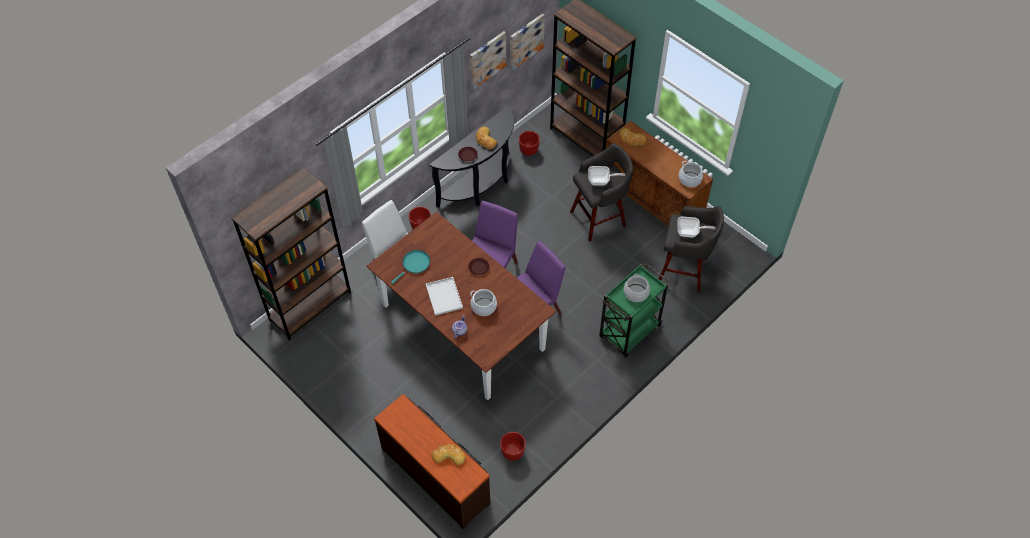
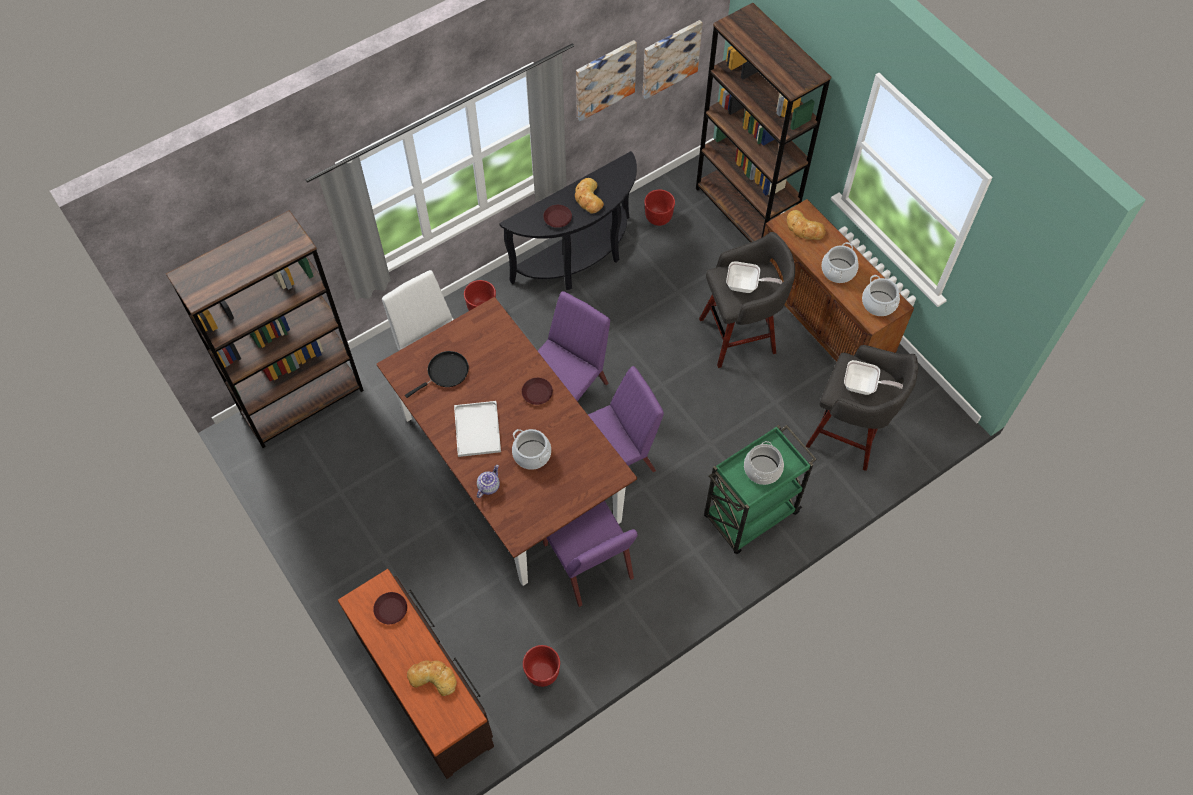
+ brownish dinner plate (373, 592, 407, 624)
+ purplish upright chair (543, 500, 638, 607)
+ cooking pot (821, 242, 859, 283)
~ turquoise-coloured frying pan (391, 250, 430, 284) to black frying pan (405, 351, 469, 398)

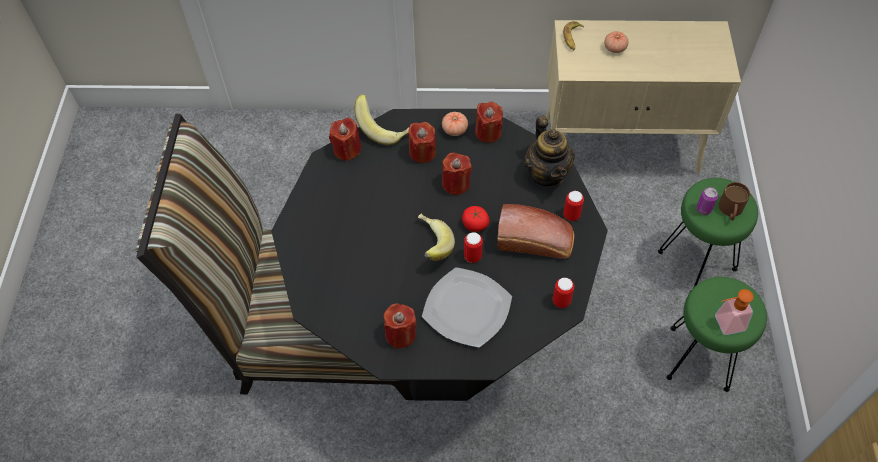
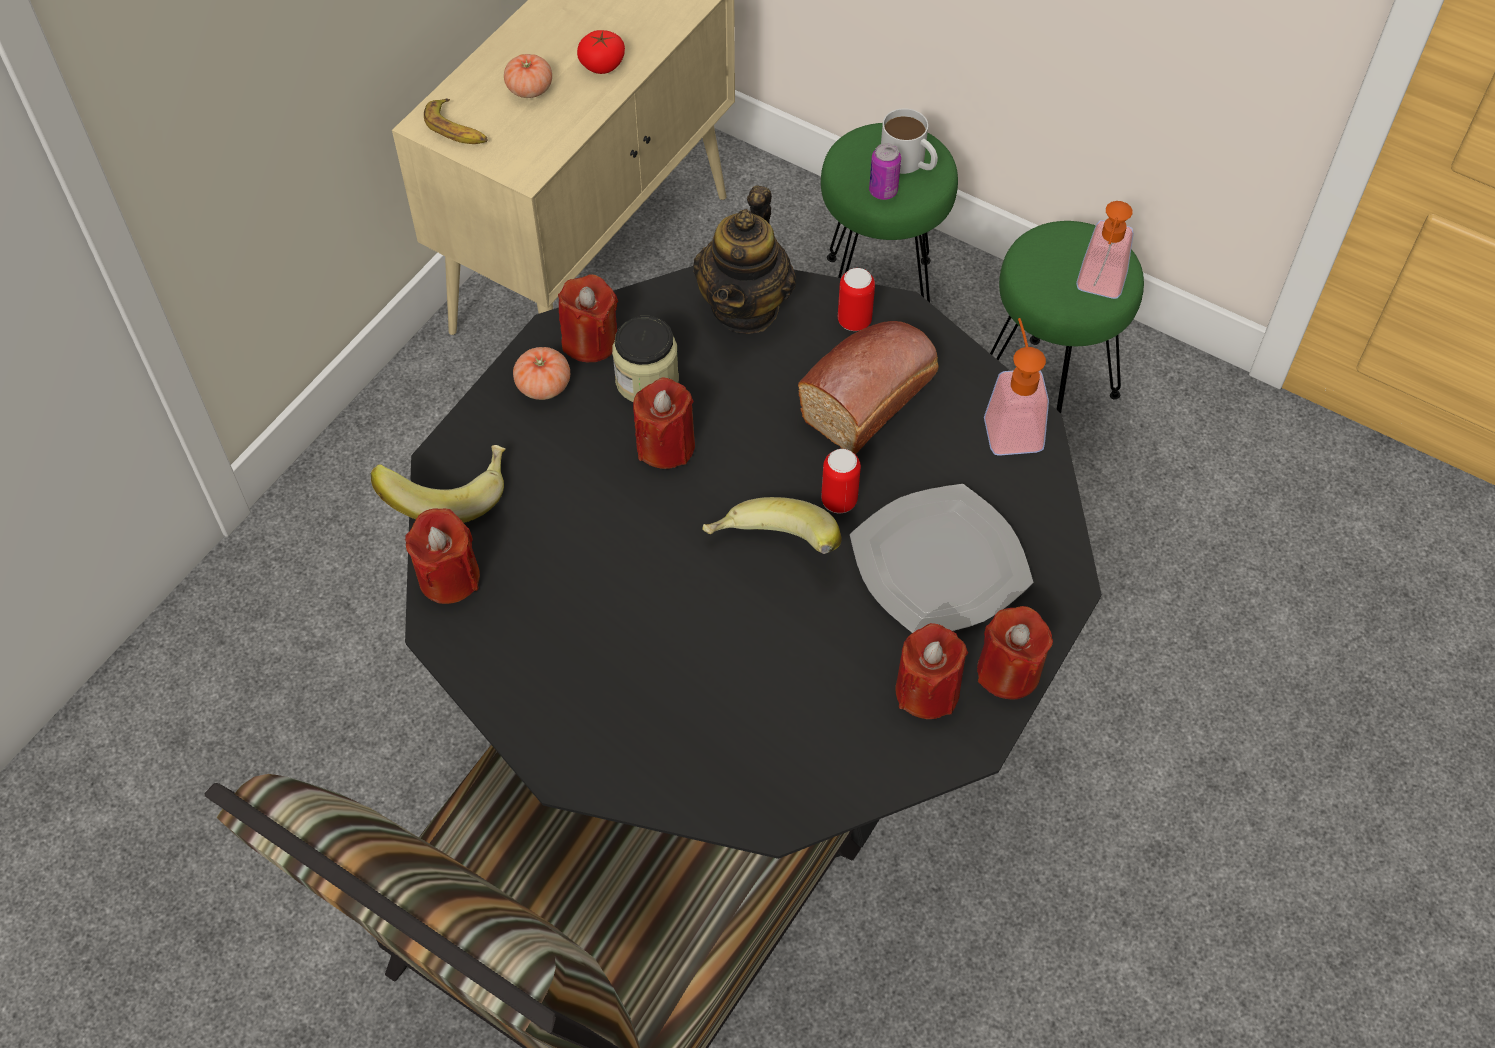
+ preserve jar (612, 316, 679, 402)
~ red wax light (408, 122, 436, 163) to (977, 606, 1053, 700)
~ whole tomato (462, 206, 489, 232) to (577, 30, 625, 74)
~ can (553, 278, 574, 308) to liquid soap bottle (984, 318, 1049, 456)
~ brownish mug (719, 182, 750, 220) to white-coloured mug (881, 108, 938, 174)
~ pot for tea (524, 116, 575, 187) = (693, 185, 796, 334) 90 degrees clockwise

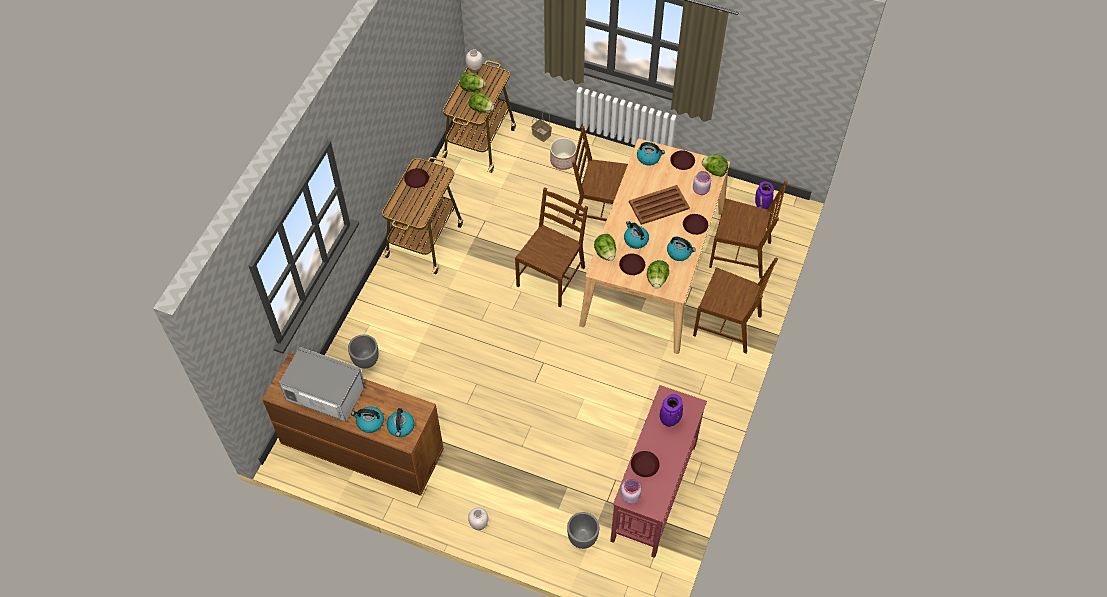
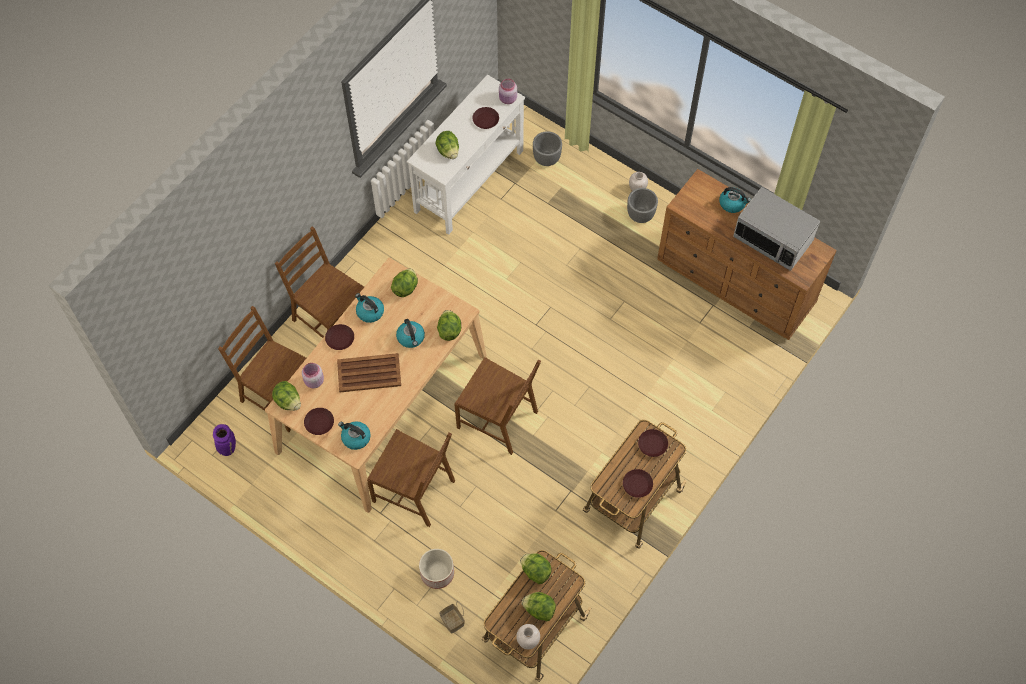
- tea kettle (387, 408, 415, 437)
~ greyish planter (348, 334, 379, 369) to (627, 188, 658, 223)
~ brownish dinner plate (619, 254, 645, 275) to (638, 429, 668, 457)
~ purplish decorative vase (660, 394, 683, 427) to lettuce head (435, 131, 459, 159)
~ red hall table (610, 385, 707, 558) to white-coloured hall table (407, 75, 525, 235)
~ brownish upright chair (515, 187, 588, 307) = (454, 357, 541, 455) 105 degrees counterclockwise

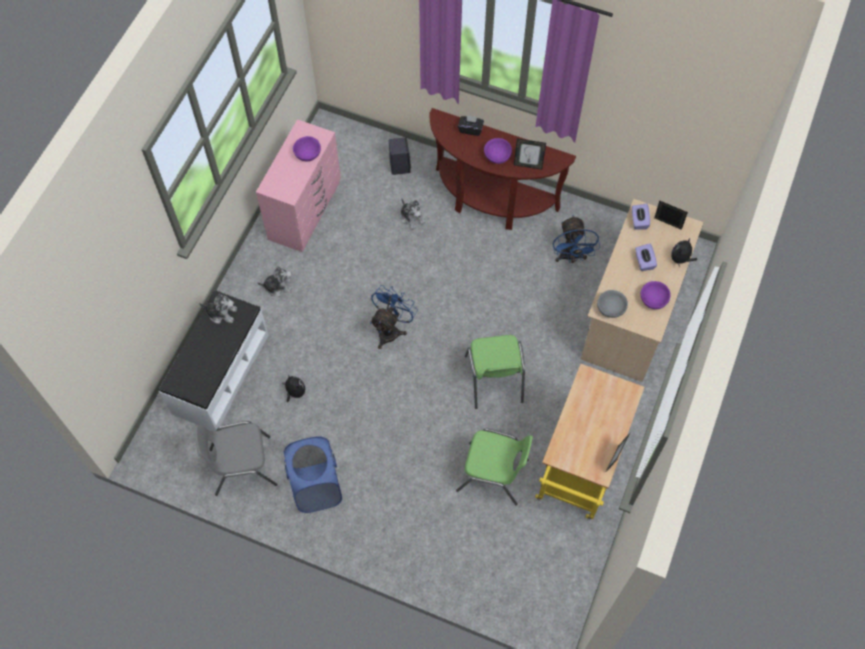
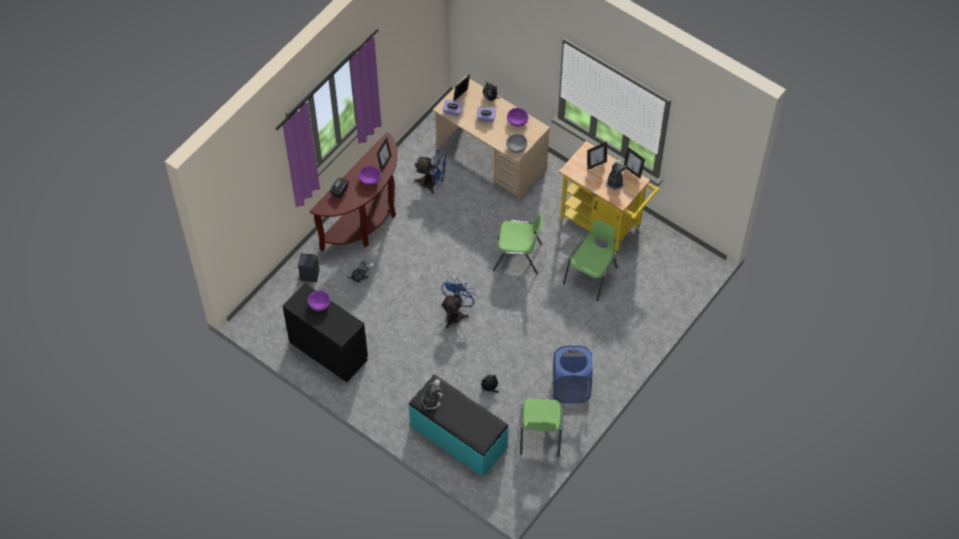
+ photo frame (587, 142, 607, 170)
~ plush toy (257, 266, 292, 297) to (606, 159, 627, 190)
~ white-coloured long seat (159, 290, 269, 431) to turquoise-coloured long seat (409, 374, 509, 477)
~ greyish upright chair (194, 421, 278, 496) to green-coloured upright chair (520, 399, 564, 457)
~ pink dresser (256, 119, 341, 252) to black dresser (283, 283, 368, 382)
~ blue electric fan (370, 285, 418, 349) = (441, 277, 477, 329) 75 degrees clockwise

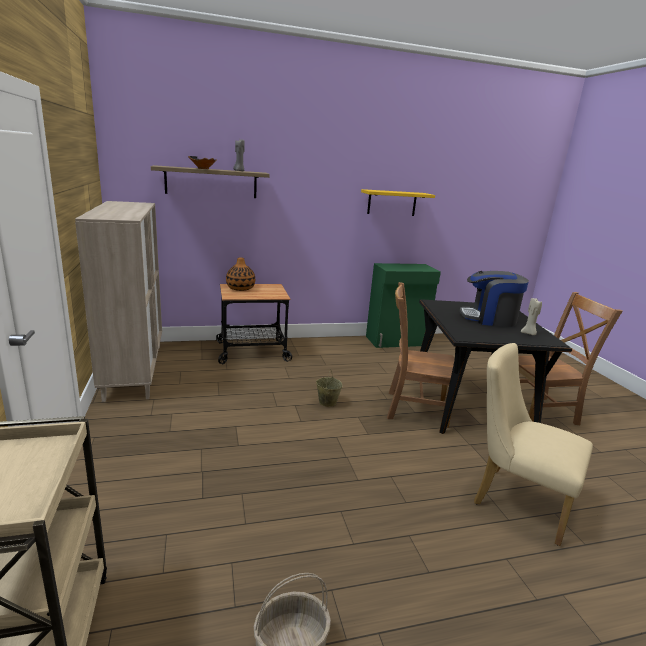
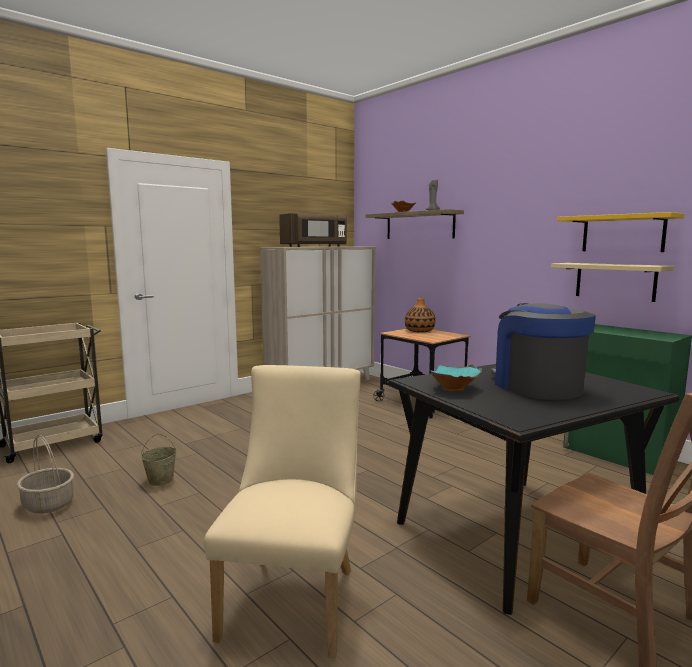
- brownish upright chair (387, 282, 454, 428)
- beige wax light (521, 298, 542, 335)
+ brownish microwave oven (279, 213, 347, 247)
+ turquoise-coloured serving bowl (431, 364, 482, 392)
+ beige wall shelf (551, 263, 675, 302)
~ beige pail (316, 369, 343, 407) to (141, 434, 177, 486)

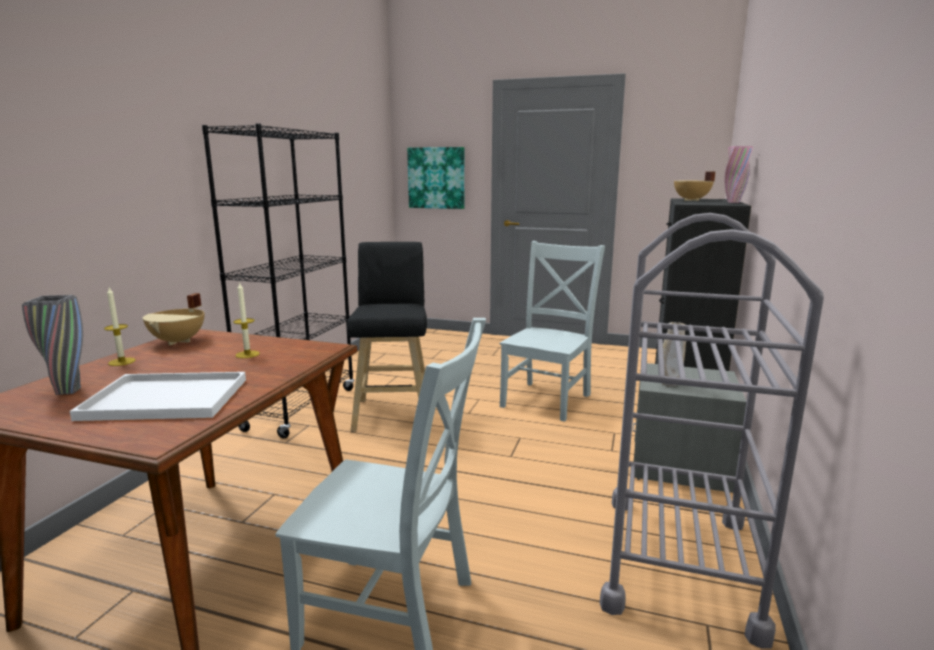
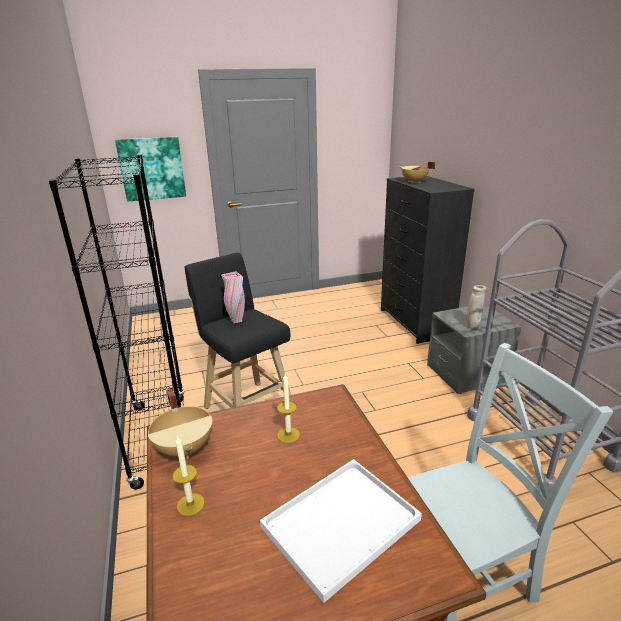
- greyish decorative vase (22, 295, 83, 395)
- greyish upright chair (500, 241, 605, 422)
~ pink decorative vase (725, 146, 753, 203) to (221, 271, 245, 324)

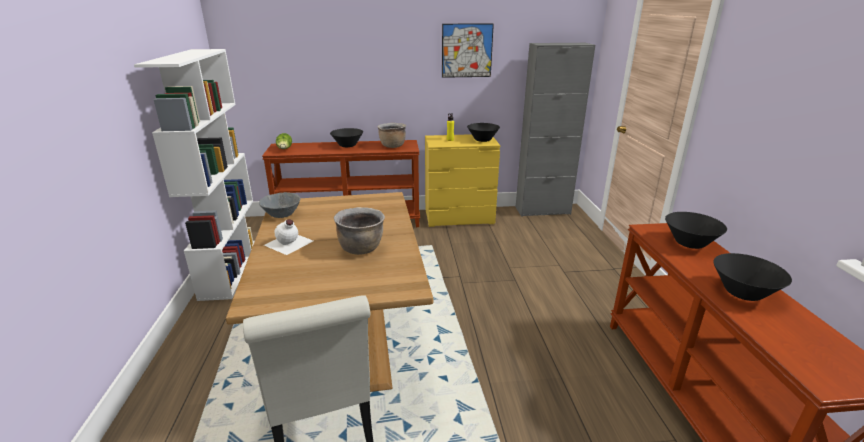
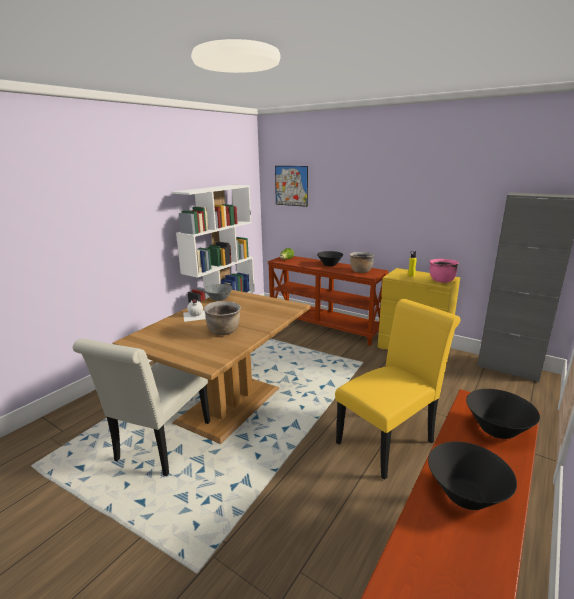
+ yellow upright chair (335, 299, 460, 480)
~ wall art (442, 23, 494, 78) to (275, 166, 308, 207)
~ black serving bowl (467, 123, 500, 142) to pink cooking pot (429, 259, 459, 283)

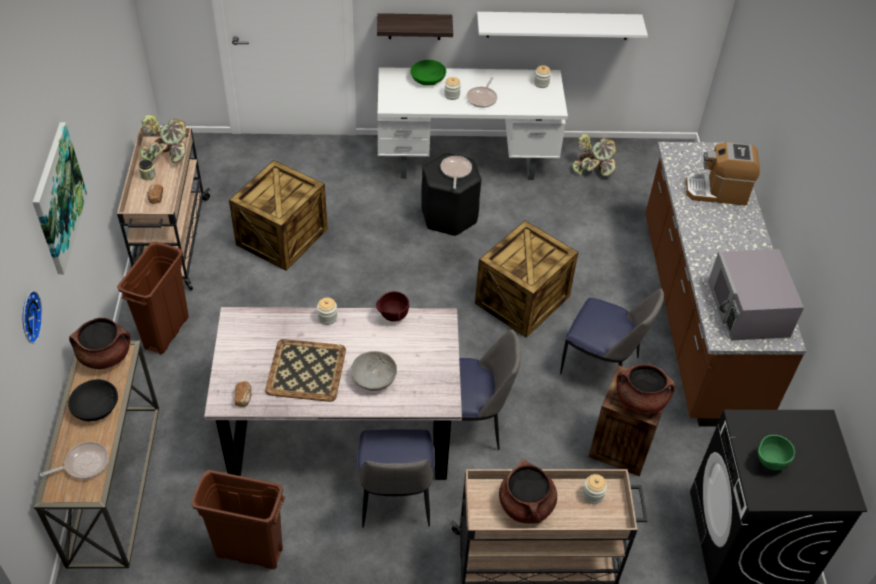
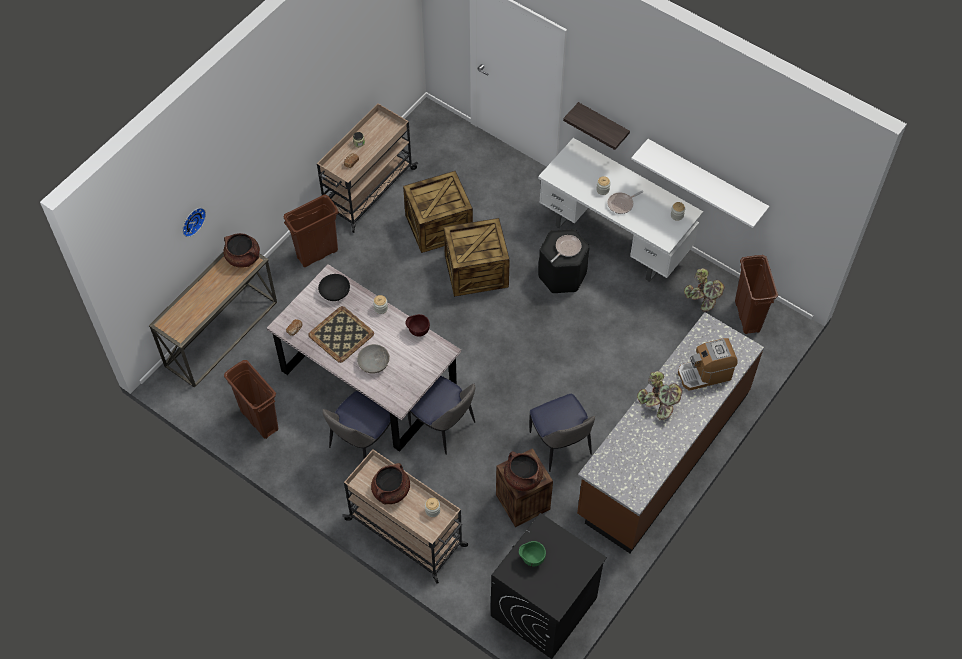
- wall art (33, 122, 87, 274)
- frying pan (40, 442, 109, 479)
- green-coloured serving bowl (410, 60, 446, 85)
- greyish microwave oven (708, 249, 804, 341)
+ brownish rubbish bin (735, 255, 778, 334)
~ black serving bowl (68, 379, 118, 421) to (318, 274, 350, 301)
~ houseplant (140, 115, 187, 163) to (637, 371, 682, 420)
~ packing crate (475, 220, 578, 338) to (444, 218, 510, 297)
~ coffee machine (686, 142, 760, 206) = (678, 338, 738, 391) 60 degrees counterclockwise

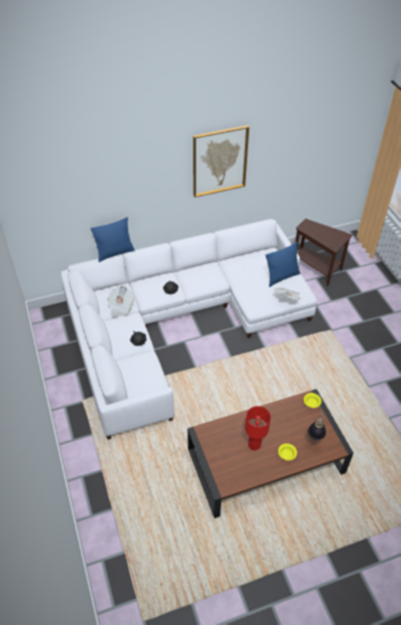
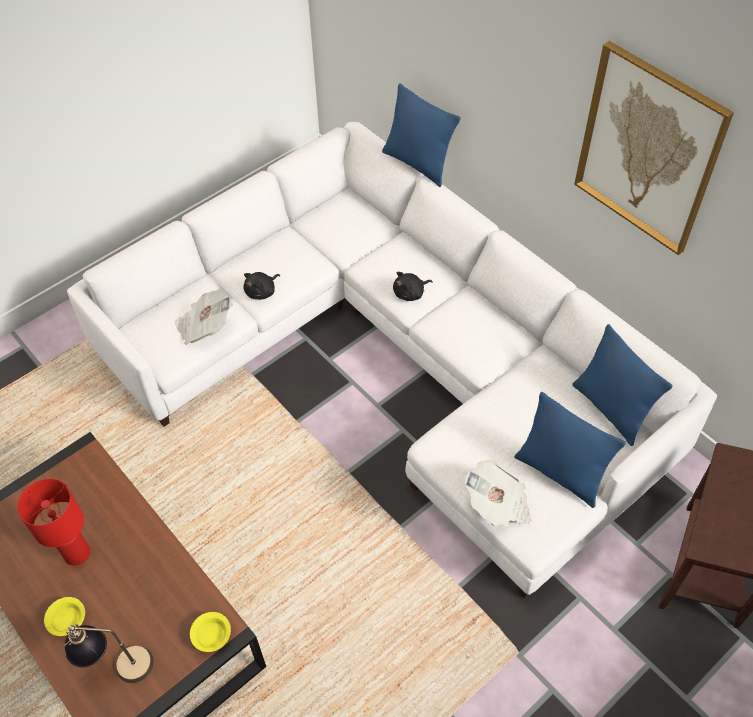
+ blue pillow (572, 324, 673, 446)
~ daily paper (107, 286, 135, 317) to (175, 289, 232, 345)

